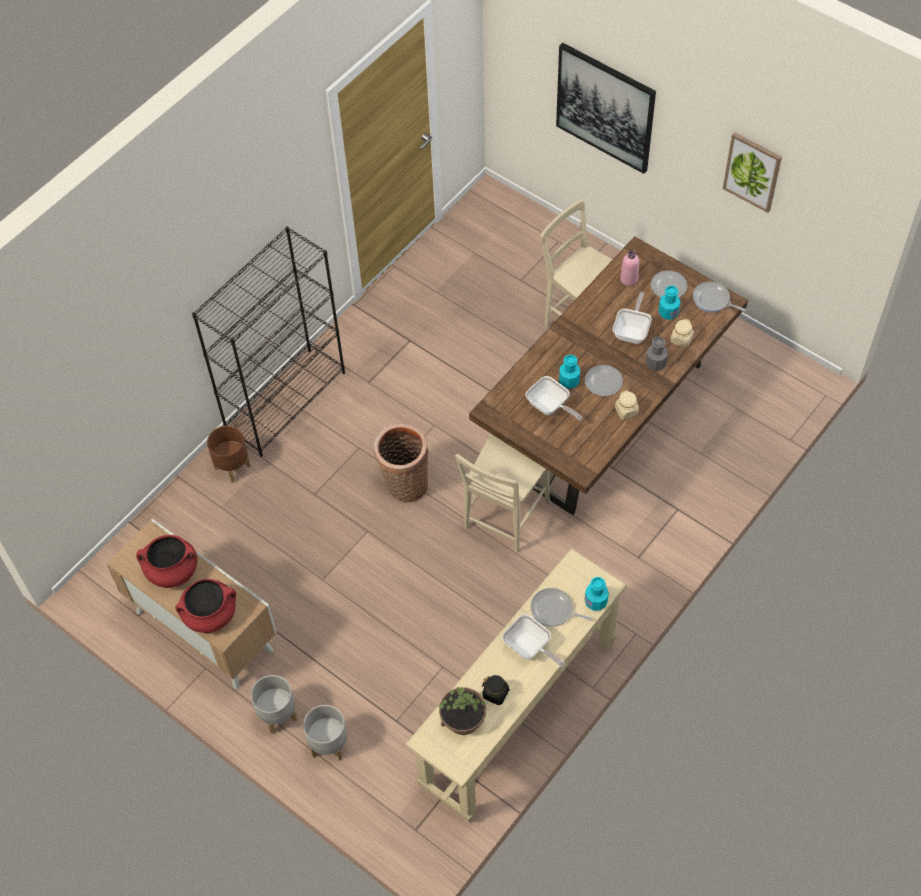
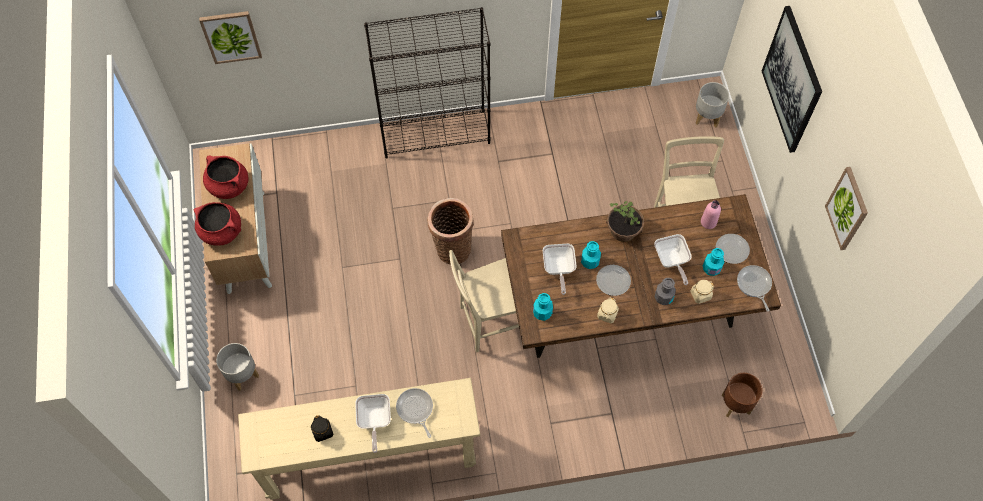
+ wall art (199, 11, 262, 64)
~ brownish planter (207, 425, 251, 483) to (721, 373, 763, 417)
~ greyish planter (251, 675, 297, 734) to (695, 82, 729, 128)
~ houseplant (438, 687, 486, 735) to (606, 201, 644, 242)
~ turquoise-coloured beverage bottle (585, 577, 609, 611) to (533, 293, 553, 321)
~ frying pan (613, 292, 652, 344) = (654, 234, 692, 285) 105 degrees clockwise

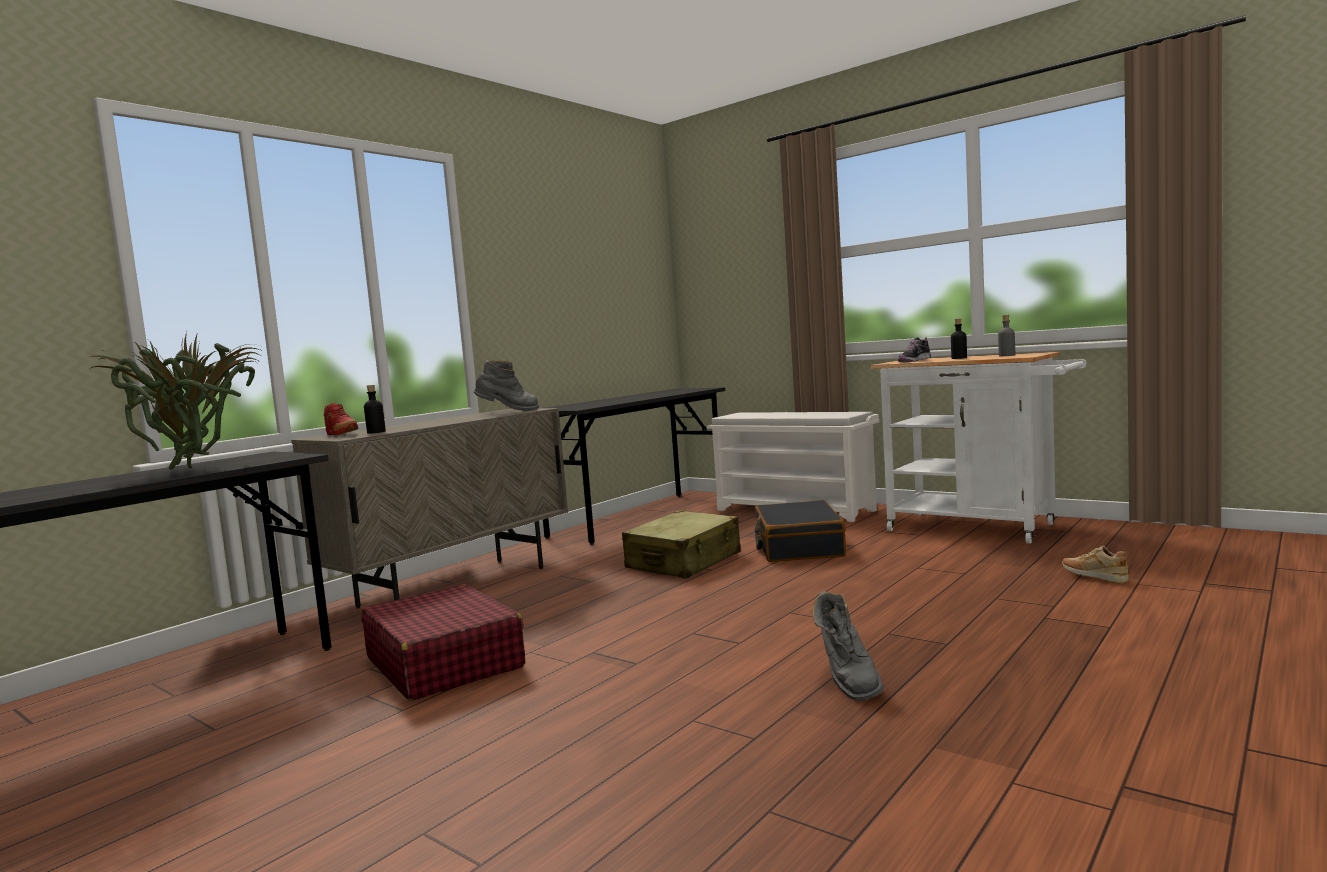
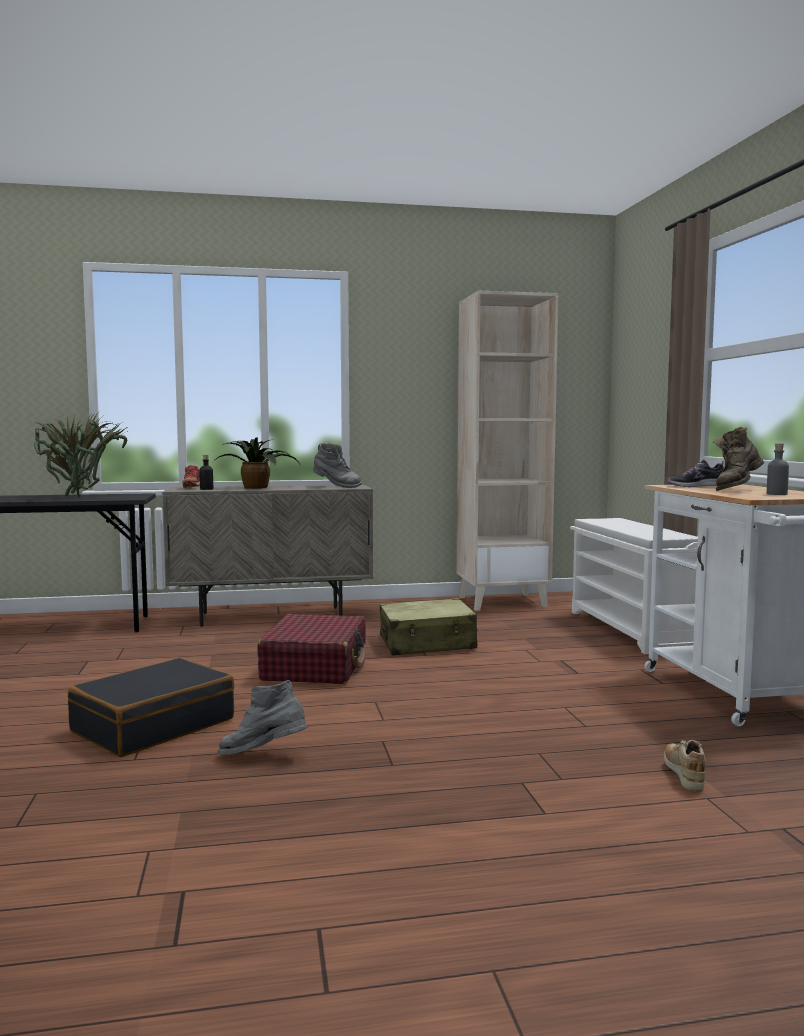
+ houseplant (213, 437, 300, 489)
~ red piece of luggage (361, 584, 525, 701) to (257, 614, 366, 684)
~ black piece of luggage (754, 500, 846, 562) to (68, 658, 234, 757)
~ greyish desk table (543, 387, 725, 545) to beige bookshelf (457, 291, 559, 611)
~ black beverage bottle (951, 319, 967, 359) to brownish boot (713, 427, 764, 491)
~ greyish boot (812, 591, 884, 701) = (217, 680, 308, 755) 60 degrees clockwise

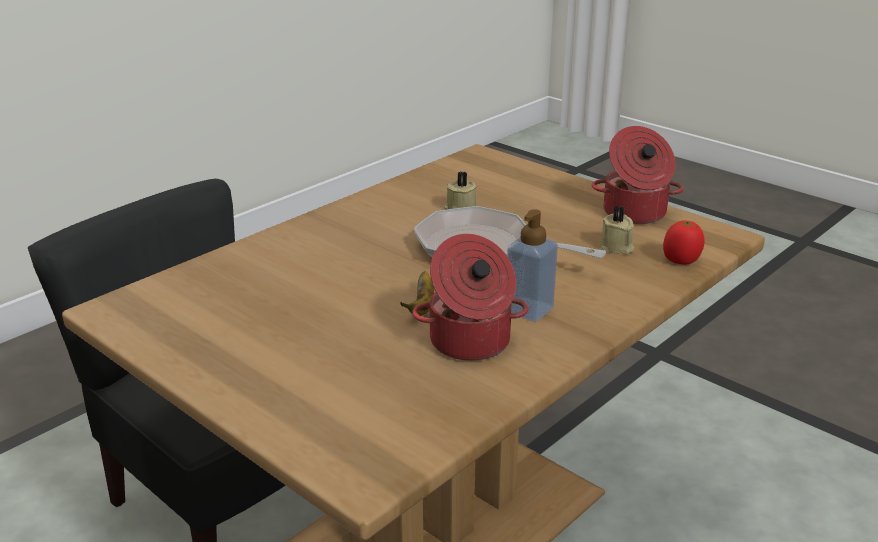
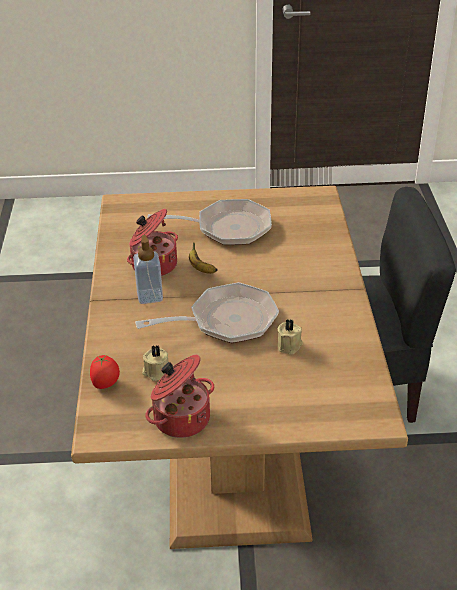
+ frying pan (148, 199, 272, 245)

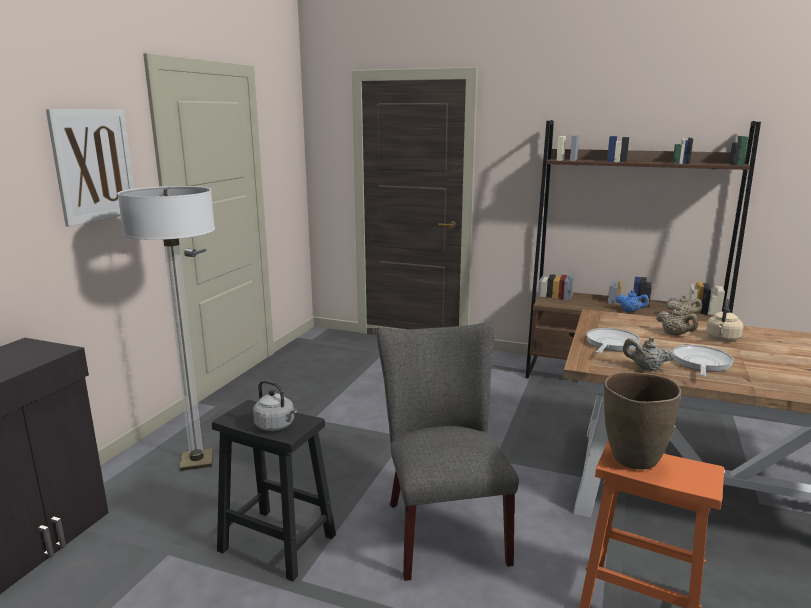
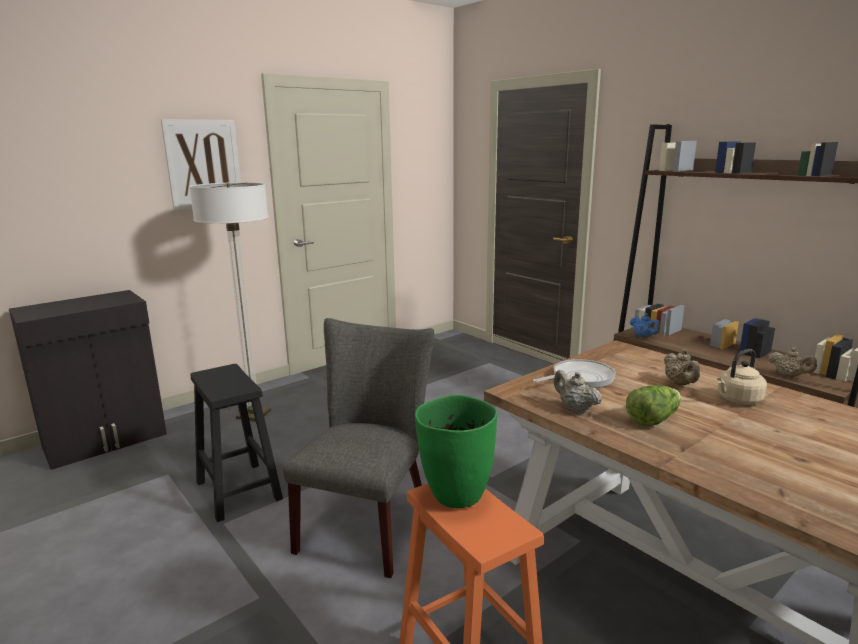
- greyish tea kettle (253, 380, 297, 431)
~ blue pot for tea (616, 290, 649, 312) to (630, 313, 660, 338)
~ frying pan (672, 345, 734, 376) to lettuce head (626, 385, 681, 426)
~ brownish decorative vase (604, 372, 681, 470) to green-coloured decorative vase (415, 395, 497, 508)

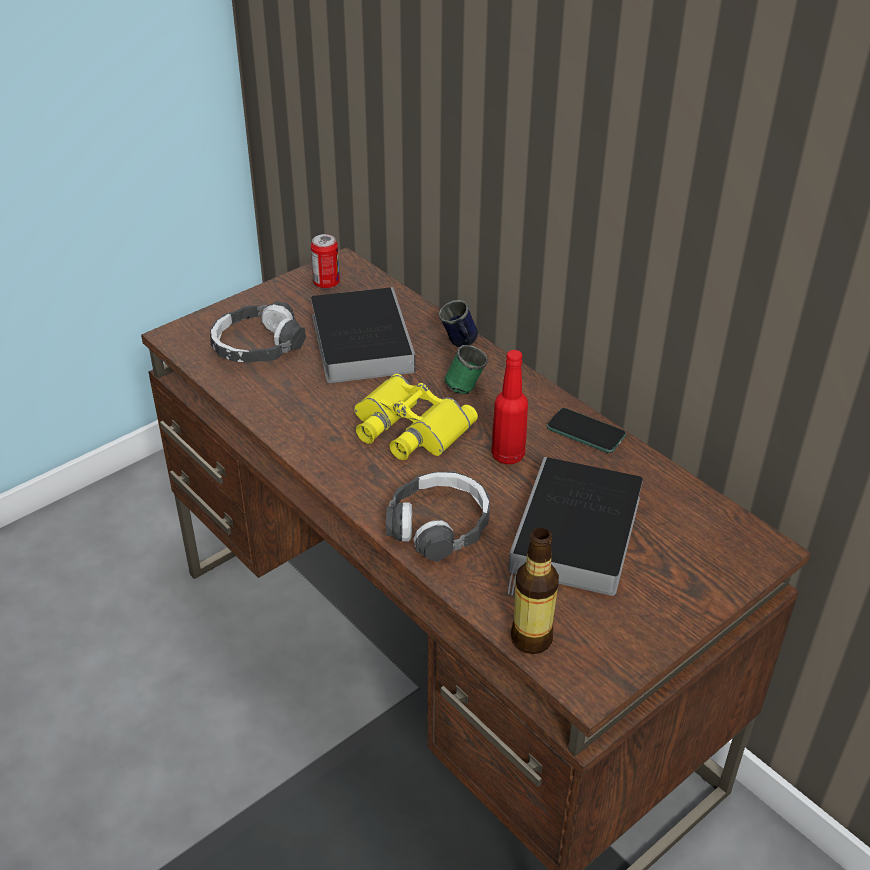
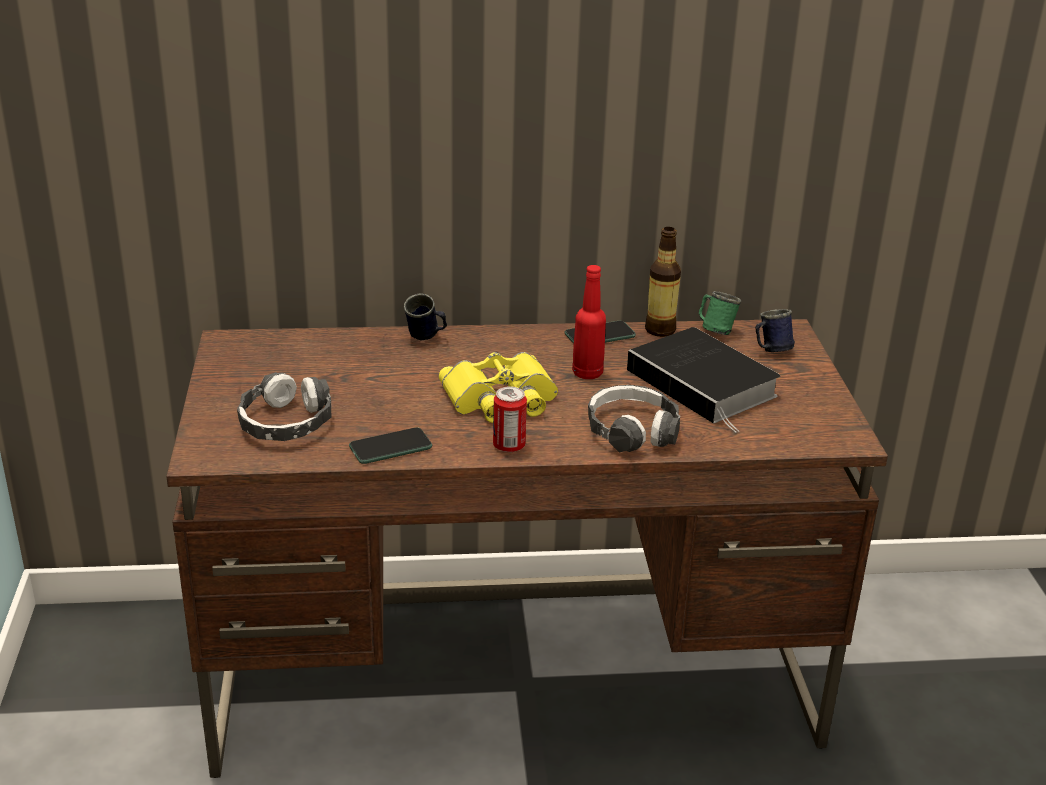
- bound book (311, 287, 415, 383)
+ telephone (349, 427, 432, 464)
+ blue mug (755, 309, 795, 352)
~ can (311, 234, 340, 289) to (493, 386, 527, 452)
~ green-coloured mug (445, 345, 488, 394) to (699, 291, 741, 335)
~ beverage bottle (511, 528, 559, 654) to (645, 227, 681, 337)

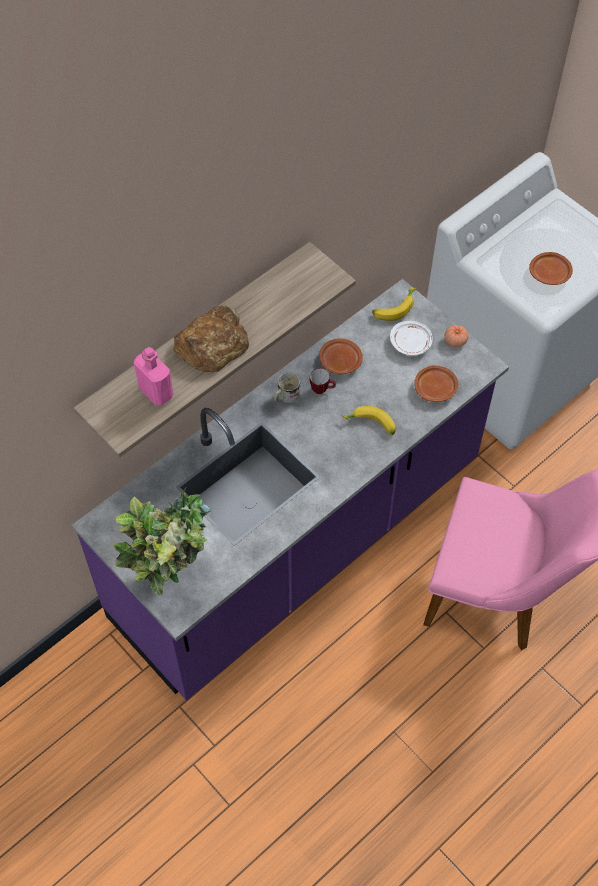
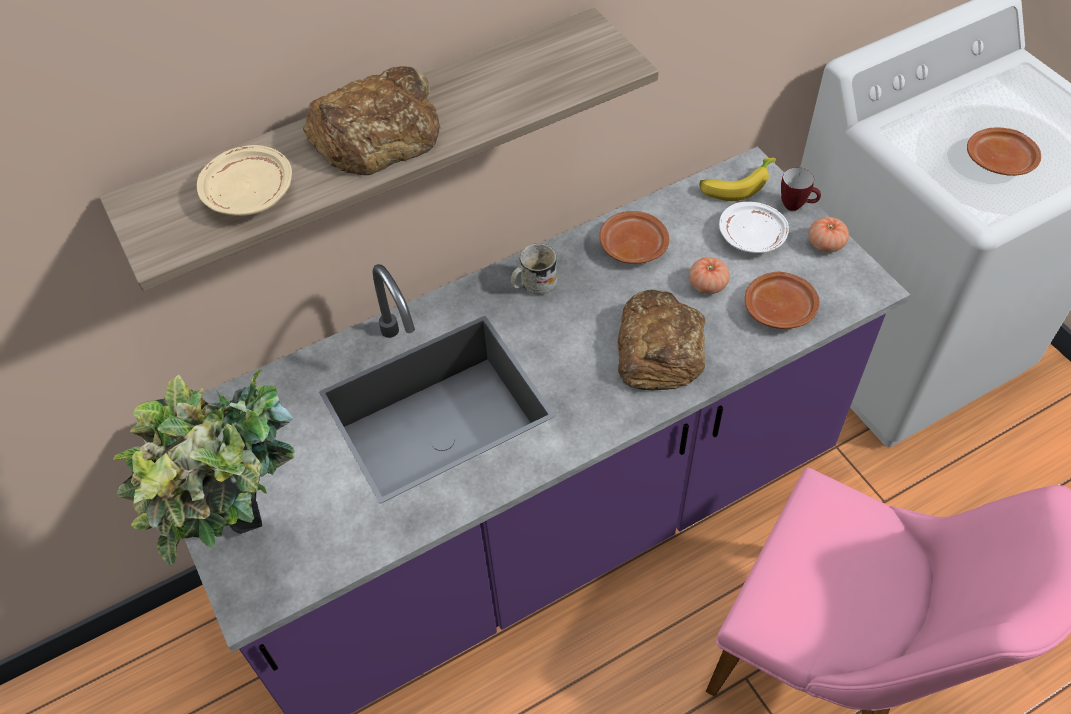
+ whole tomato (689, 257, 730, 294)
~ mug (310, 368, 336, 394) to (781, 167, 821, 211)
~ pink beverage bottle (134, 347, 173, 406) to beige dinner plate (197, 145, 292, 216)
~ whole banana (341, 406, 396, 436) to bread (617, 289, 705, 391)

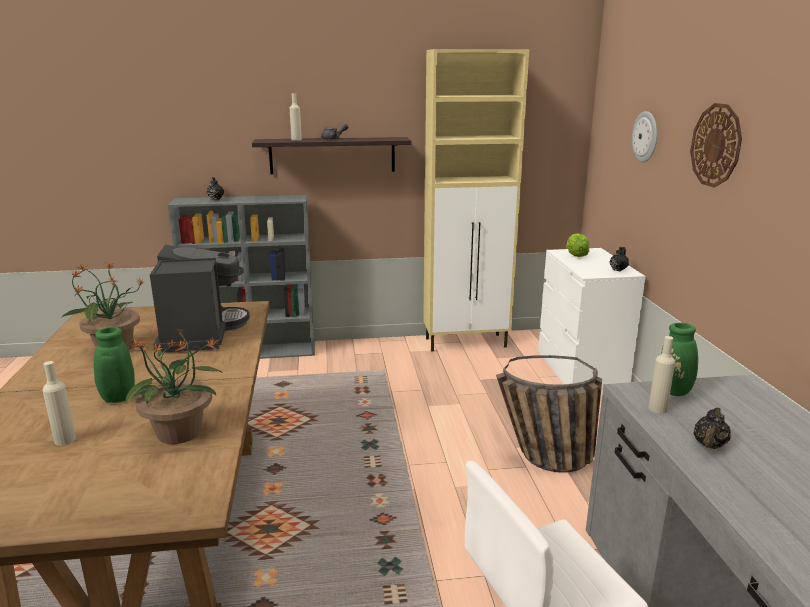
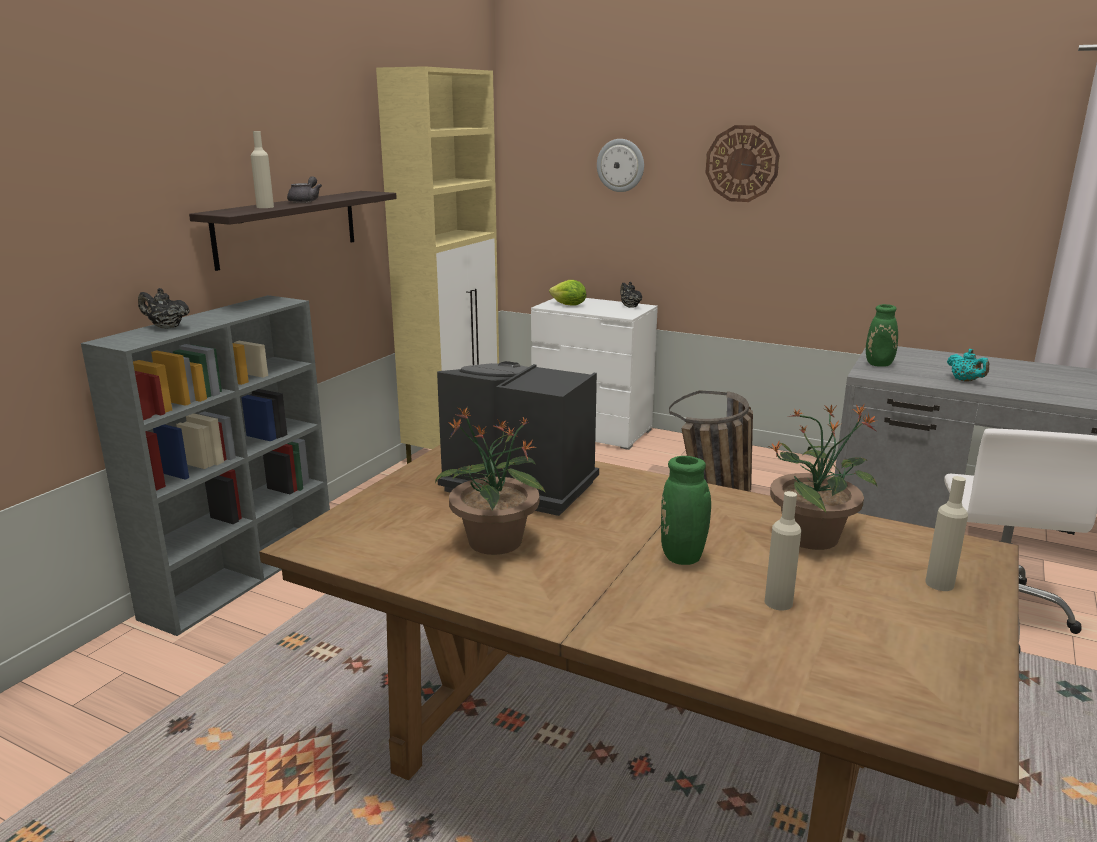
~ beige beverage bottle (648, 336, 675, 414) to (925, 476, 968, 591)
~ black pot for tea (694, 408, 731, 449) to turquoise-coloured pot for tea (947, 349, 989, 382)

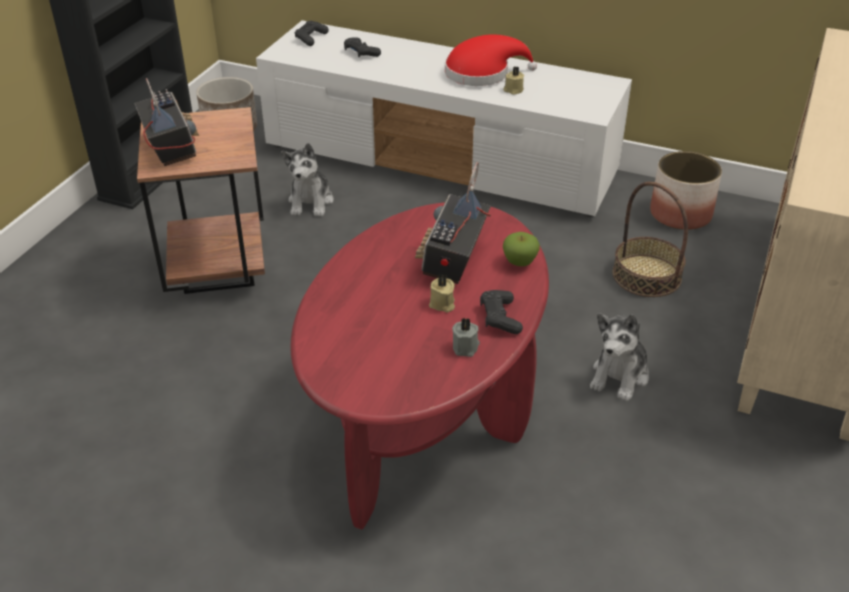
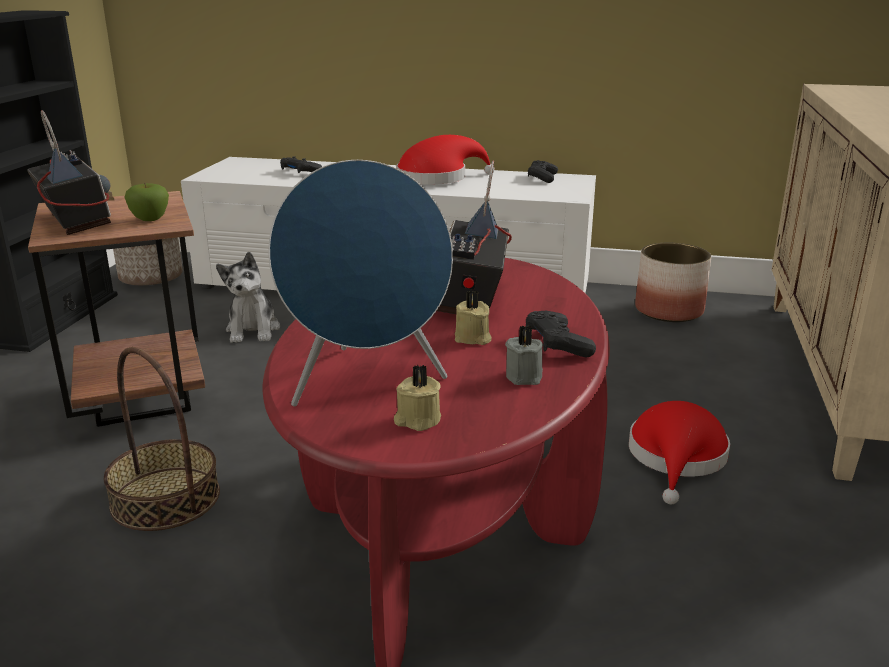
+ blue audio speaker (268, 160, 453, 406)
~ black joypad (295, 21, 329, 46) to (528, 160, 558, 183)
~ beige wax light (503, 66, 524, 95) to (394, 365, 441, 431)
~ apple (503, 232, 540, 266) to (124, 183, 169, 221)
~ storage basket (612, 182, 688, 297) to (104, 347, 220, 531)
~ plush toy (590, 313, 649, 402) to red clothing hat (629, 401, 730, 504)

